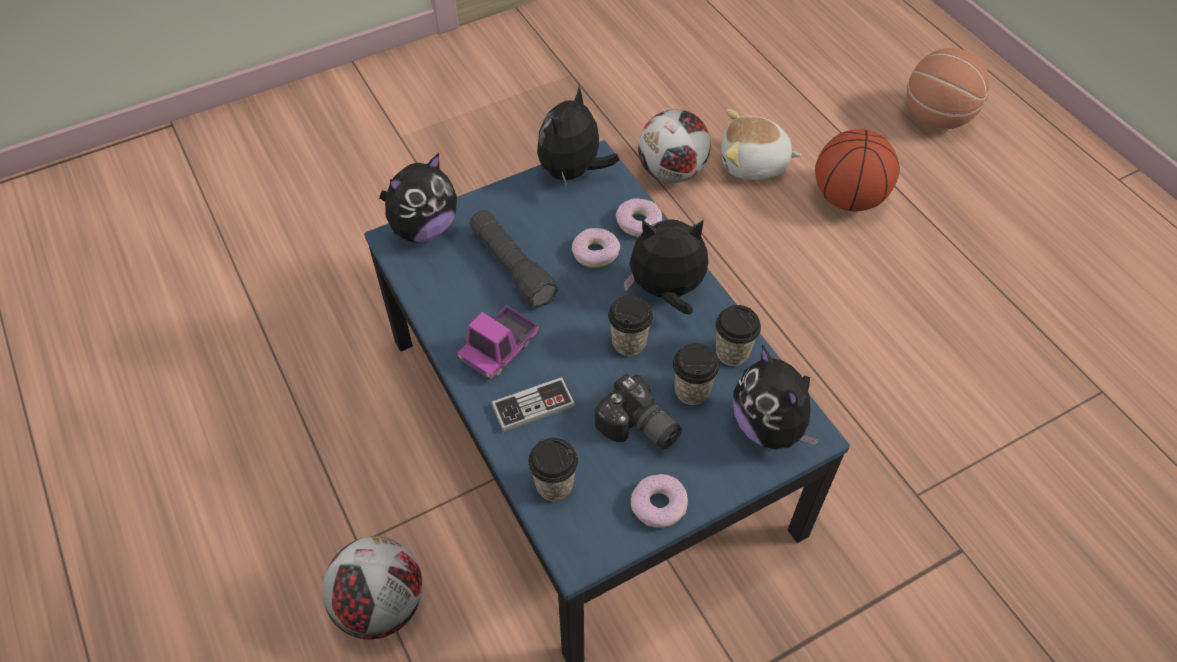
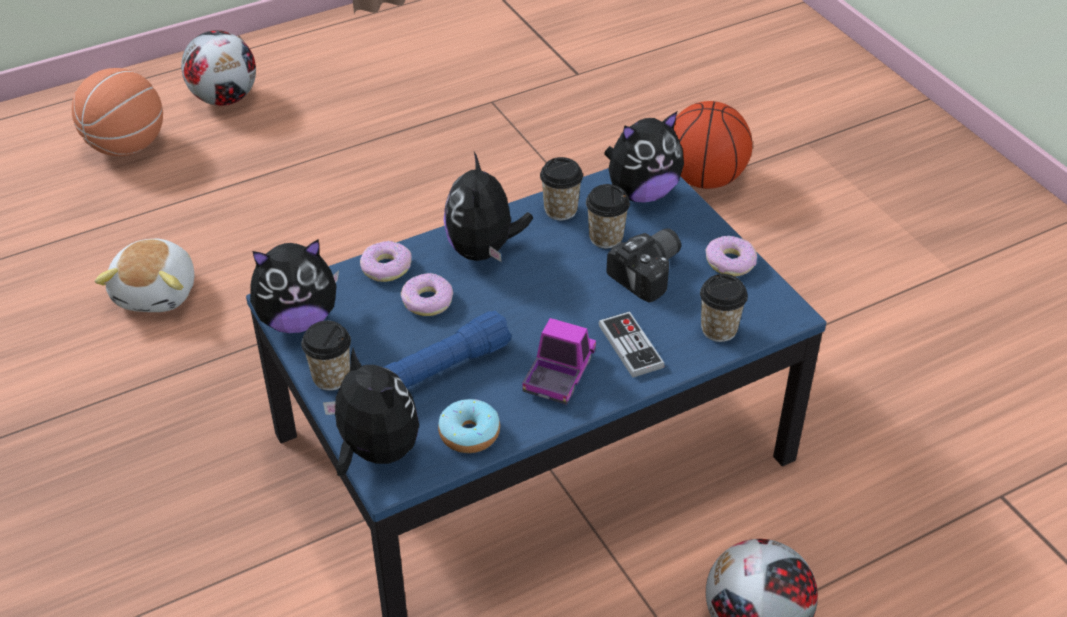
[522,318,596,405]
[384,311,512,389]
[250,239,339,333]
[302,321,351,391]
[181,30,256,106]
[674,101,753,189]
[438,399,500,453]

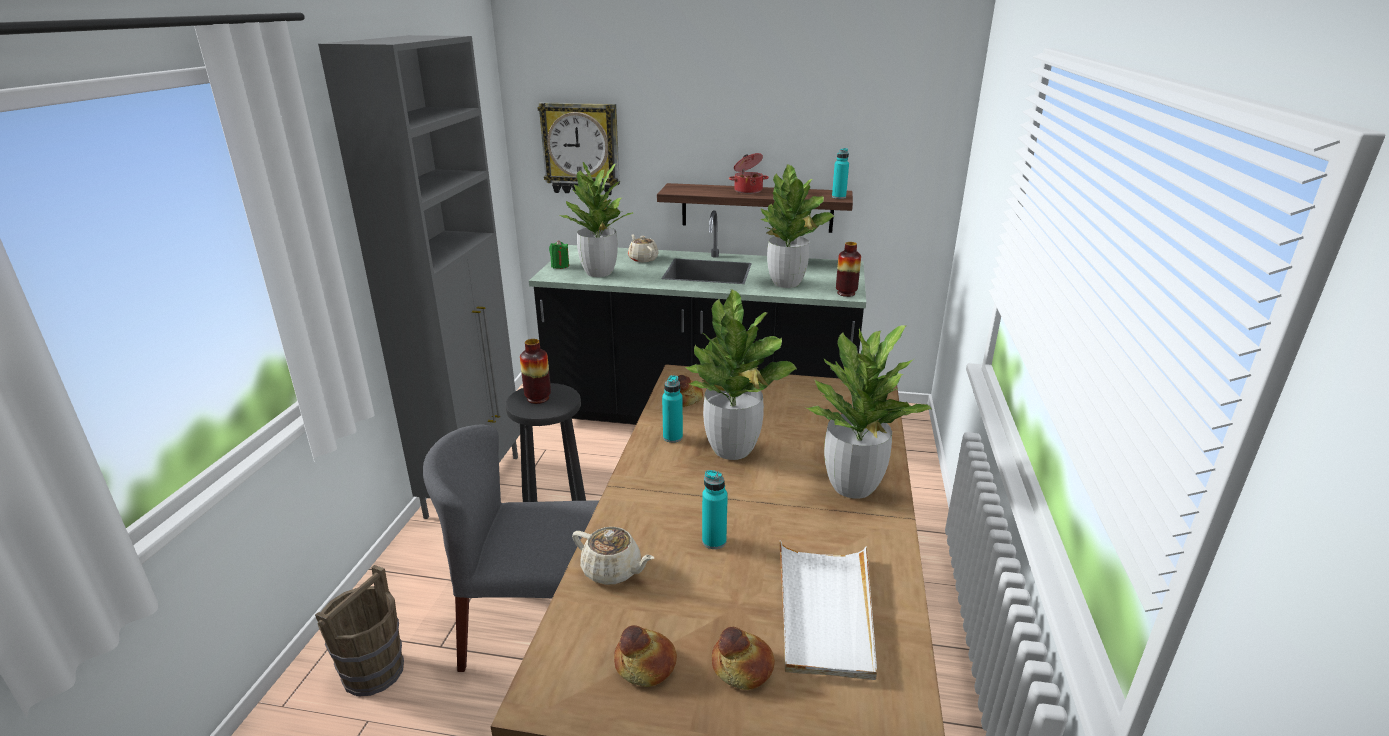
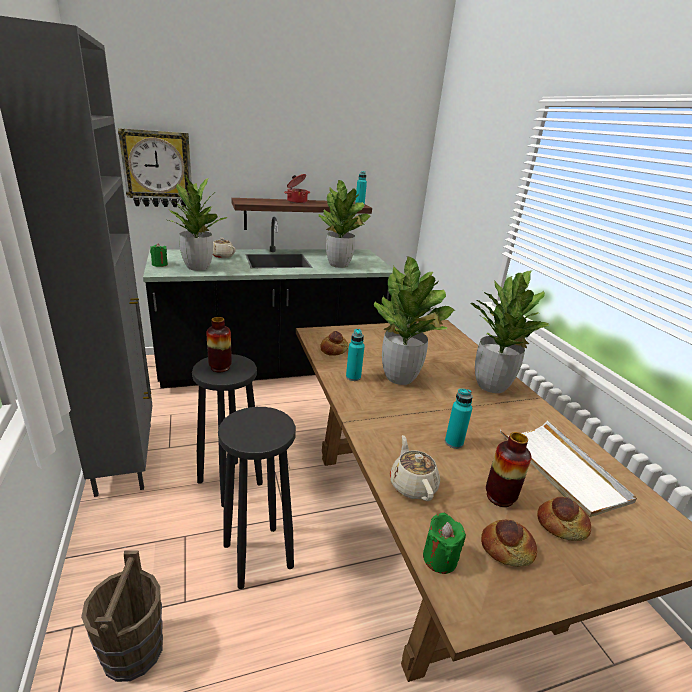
[218,407,296,589]
[390,435,440,501]
[486,432,532,507]
[423,513,466,574]

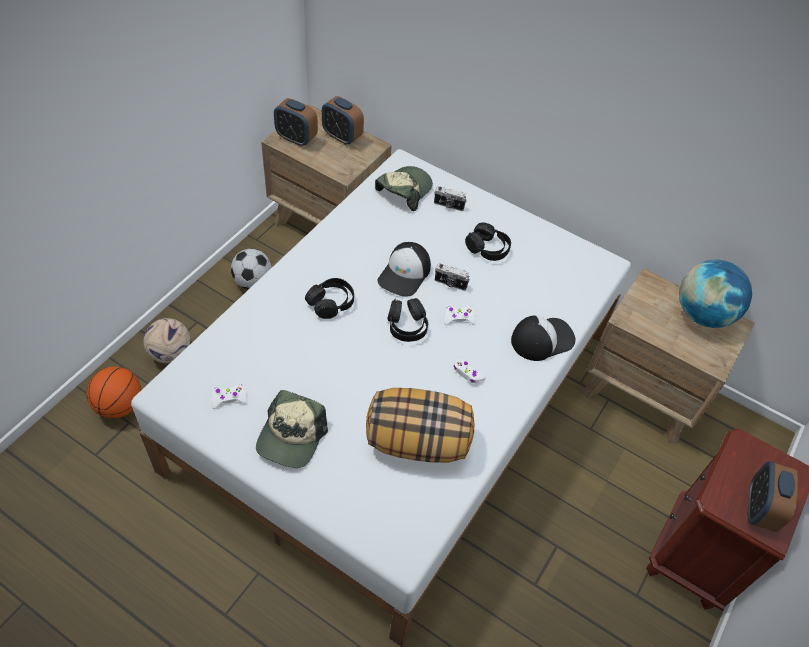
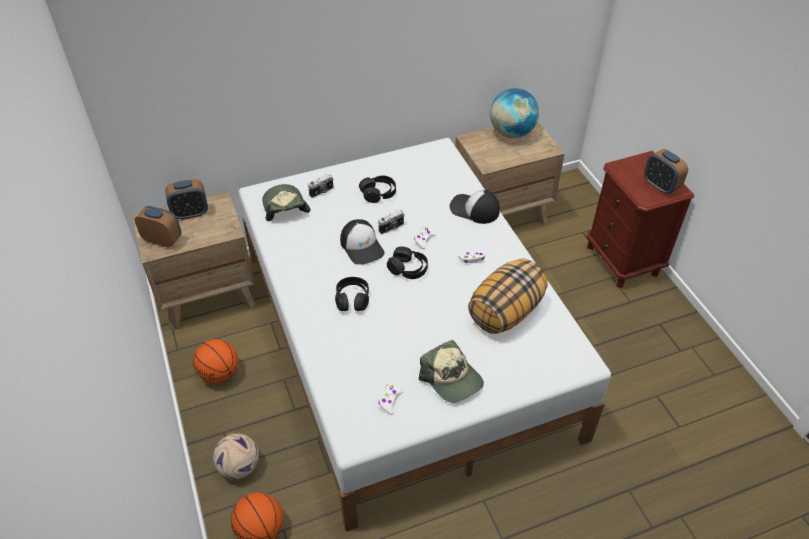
[193,339,238,383]
[135,206,181,248]
[450,190,500,224]

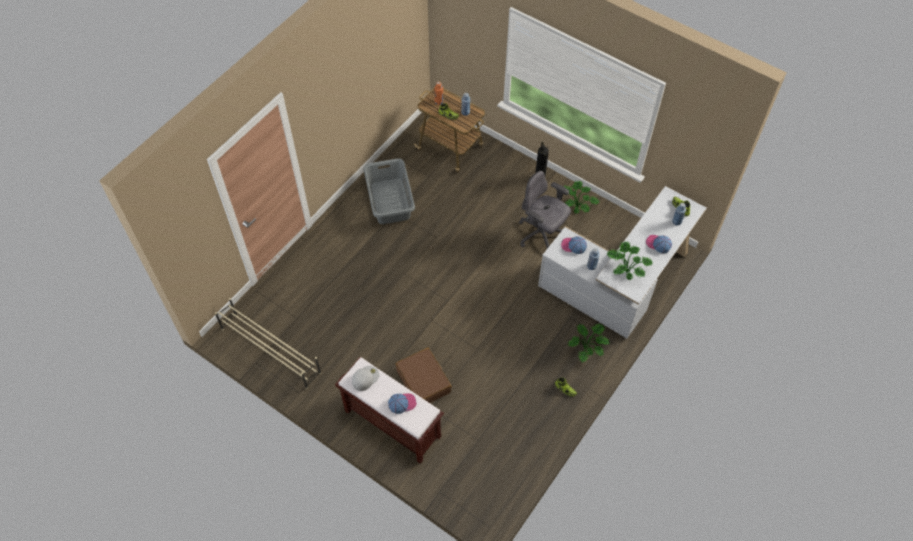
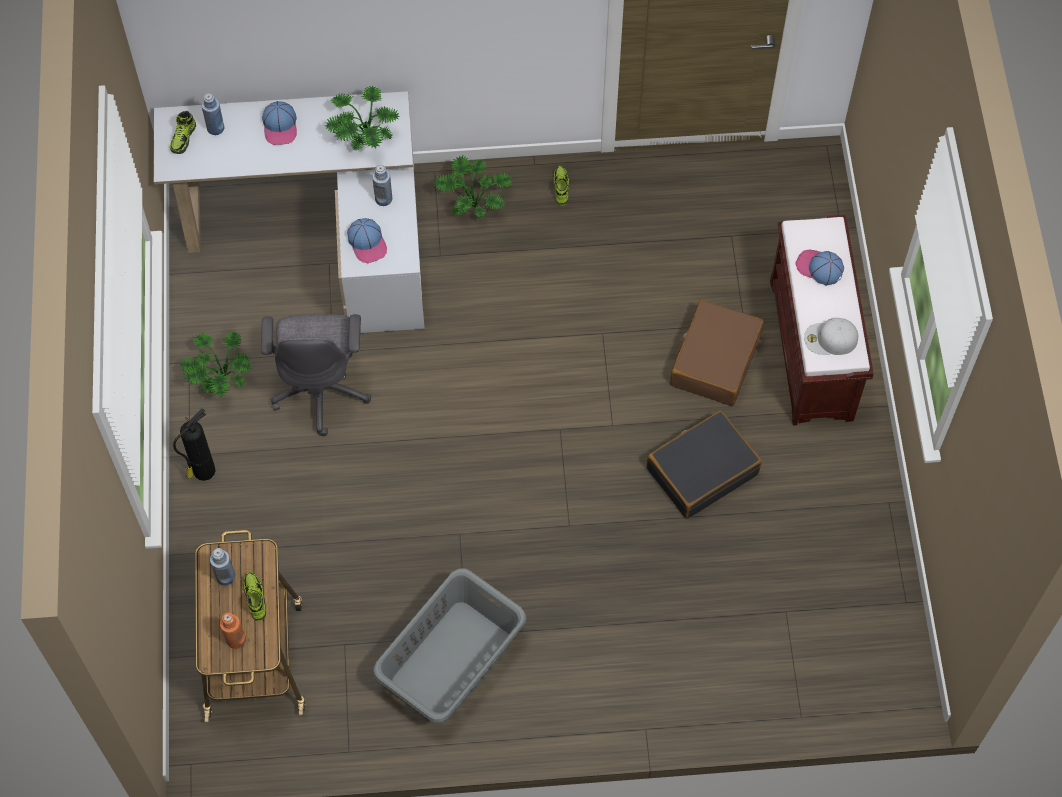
[215,298,321,389] (first image)
[647,410,762,519]

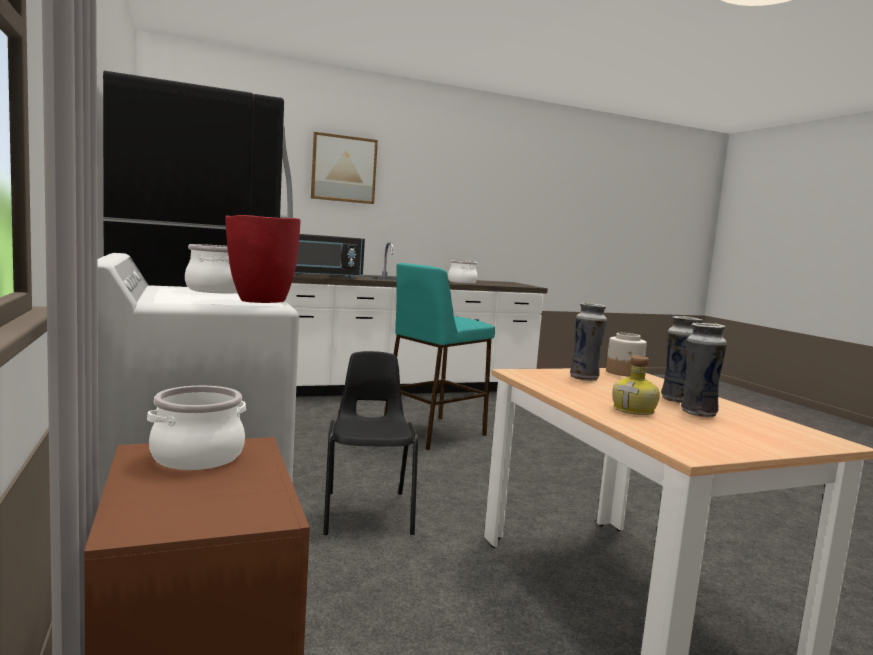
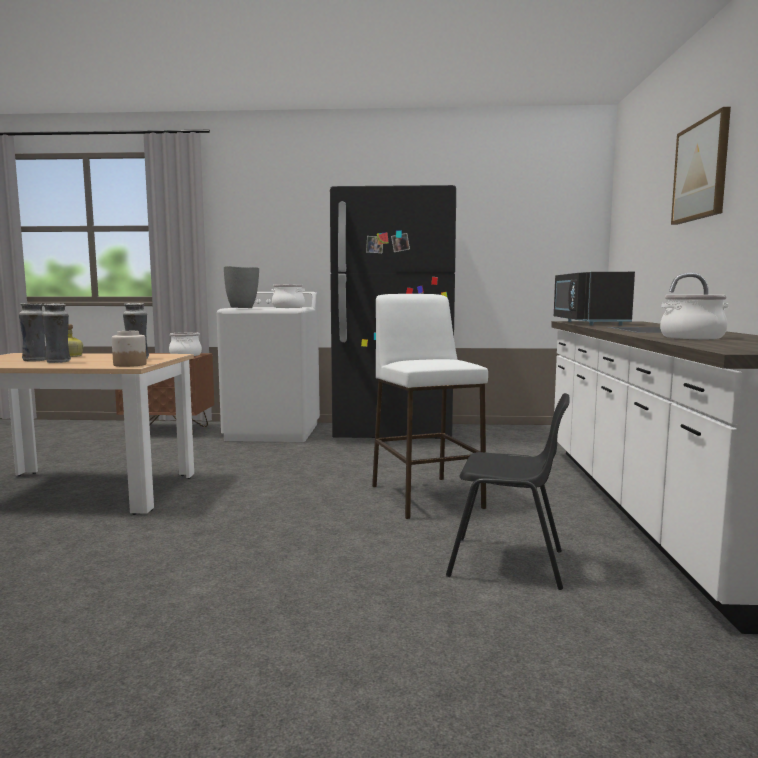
[224,266,259,308]
[446,393,569,590]
[372,294,488,519]

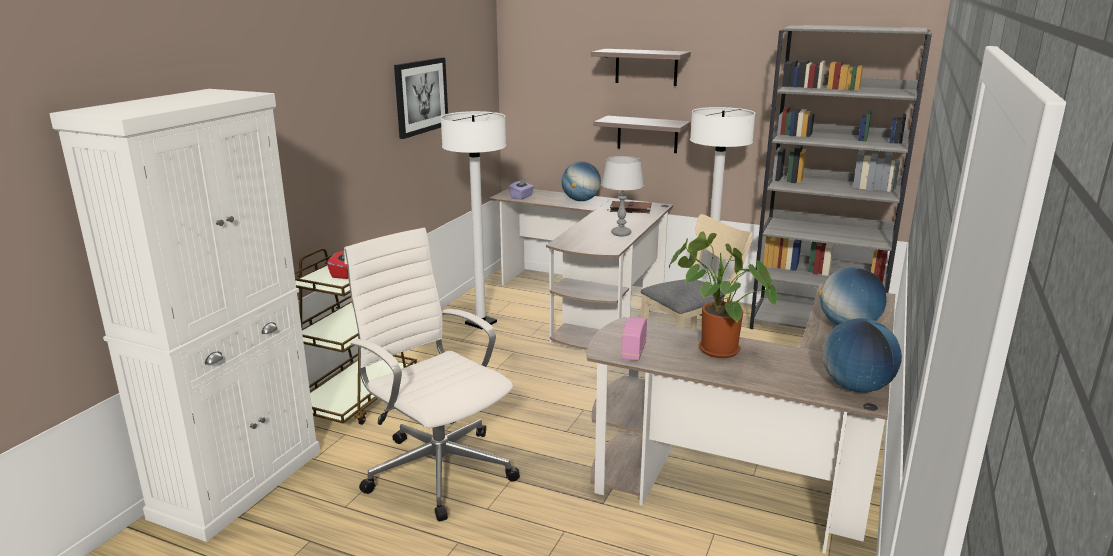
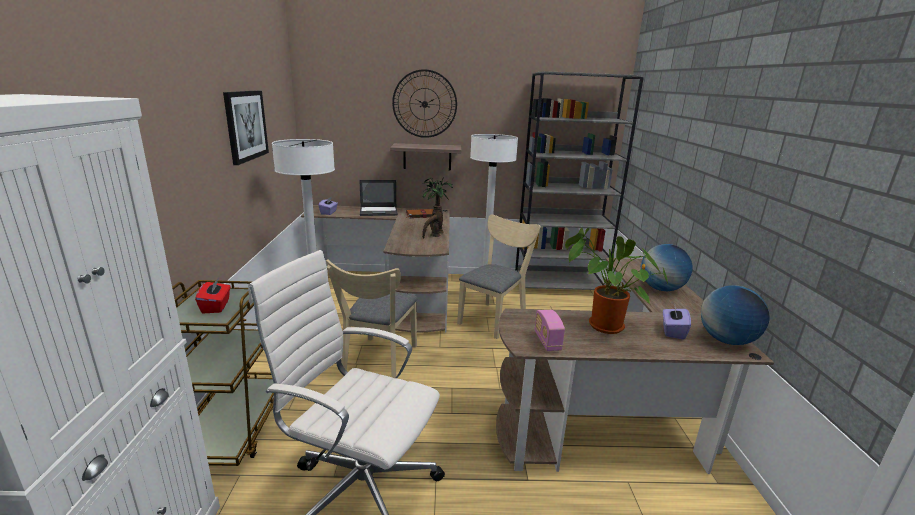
[359,180,398,216]
[392,69,457,138]
[422,175,453,239]
[326,259,418,378]
[663,307,691,340]

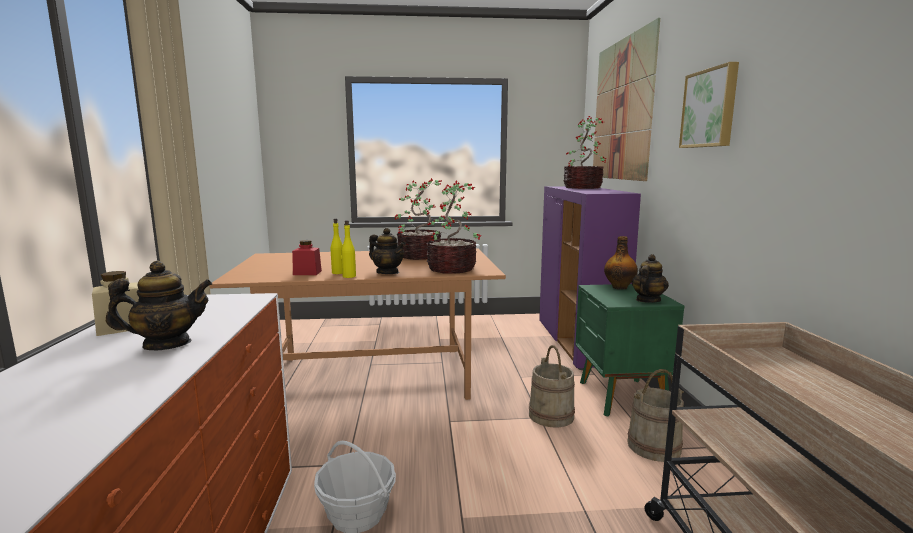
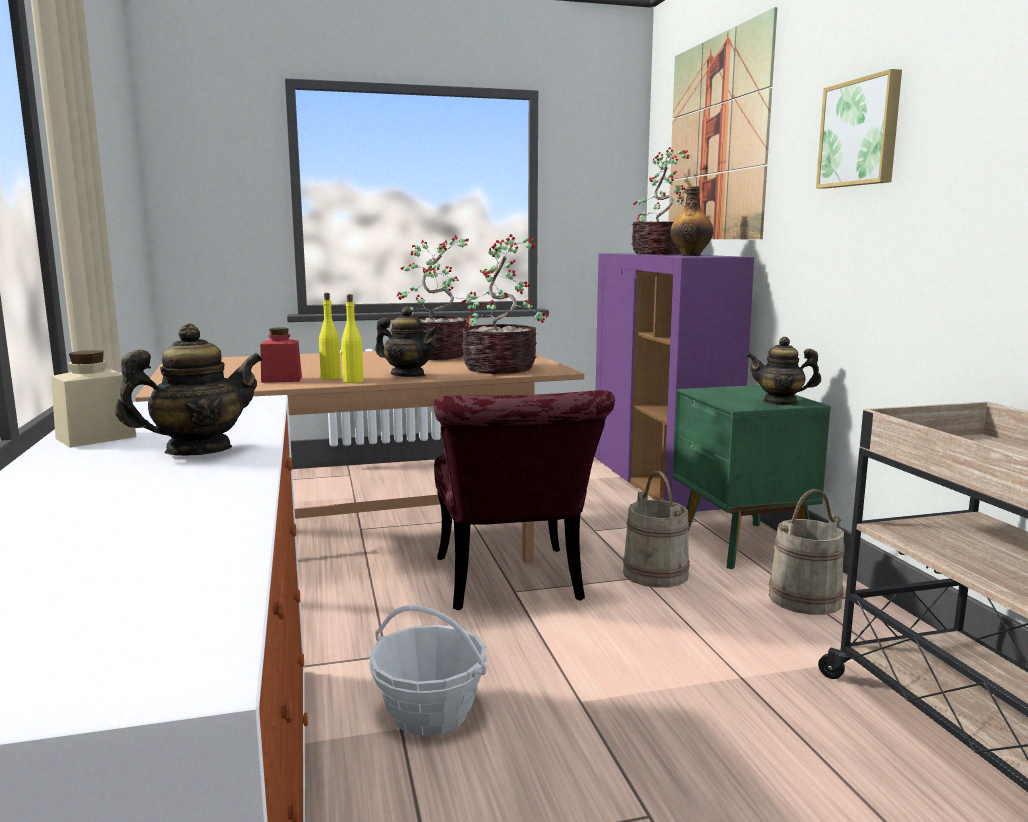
[670,186,713,256]
[746,337,821,406]
[434,390,615,610]

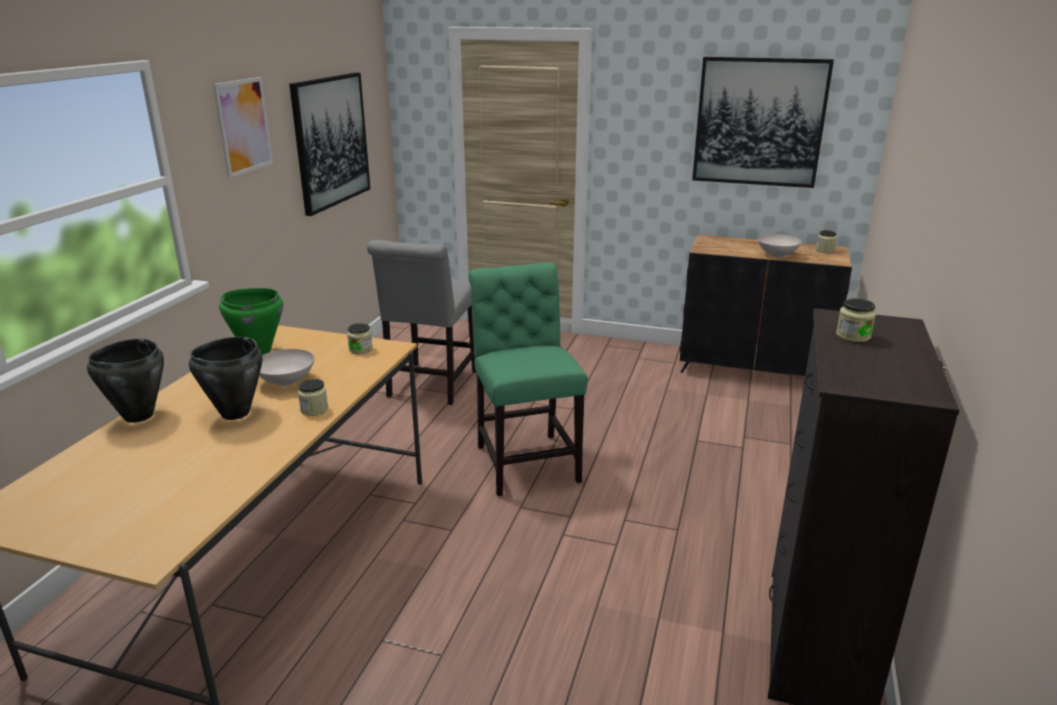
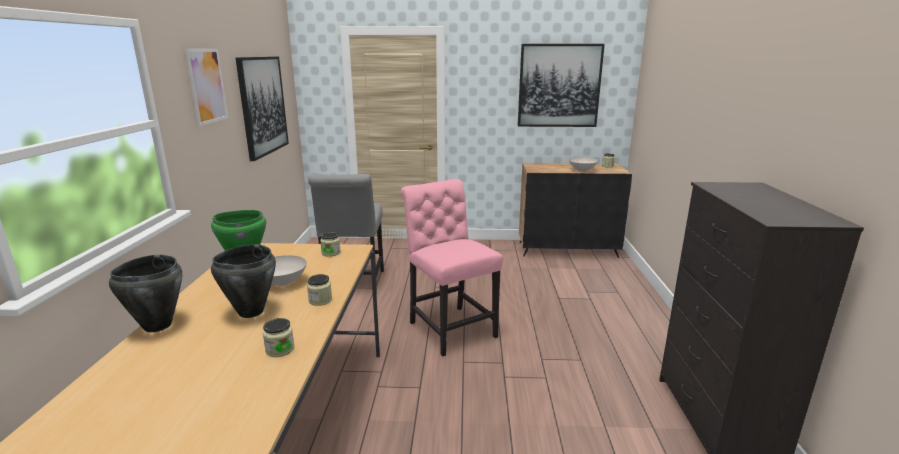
[401,179,503,356]
[263,318,294,357]

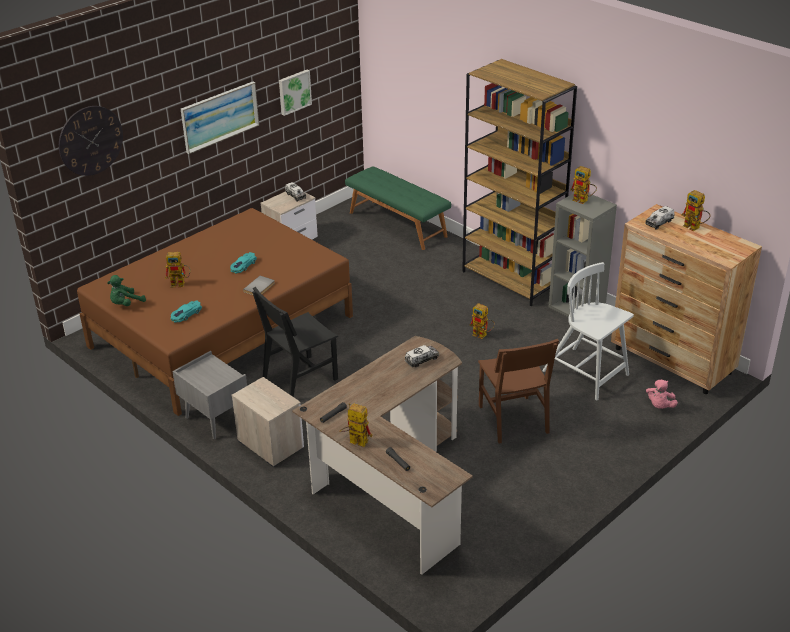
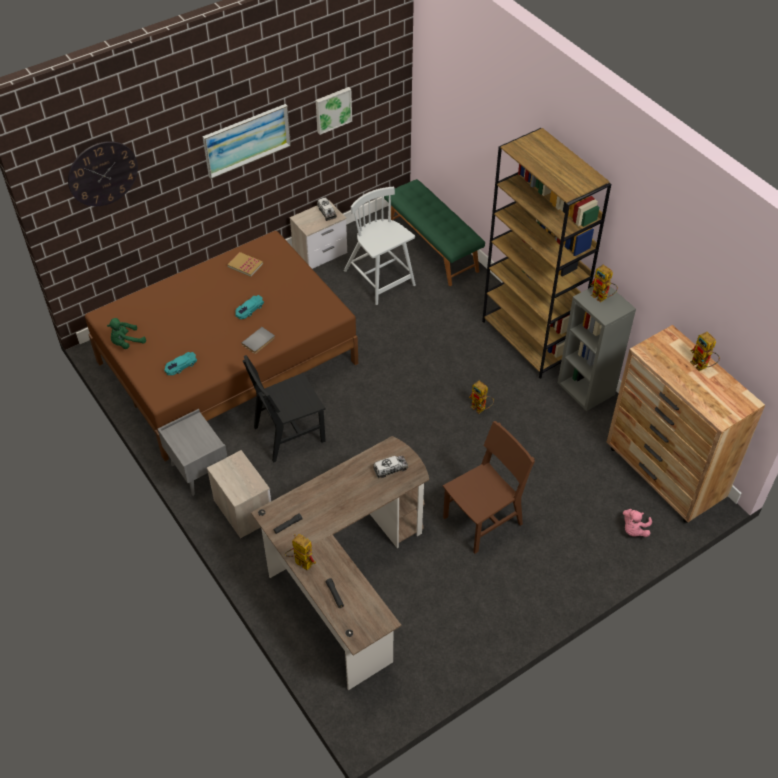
[165,252,191,287] (first image)
[443,421,535,554]
[344,187,416,305]
[645,206,675,229] (first image)
[228,252,263,277]

